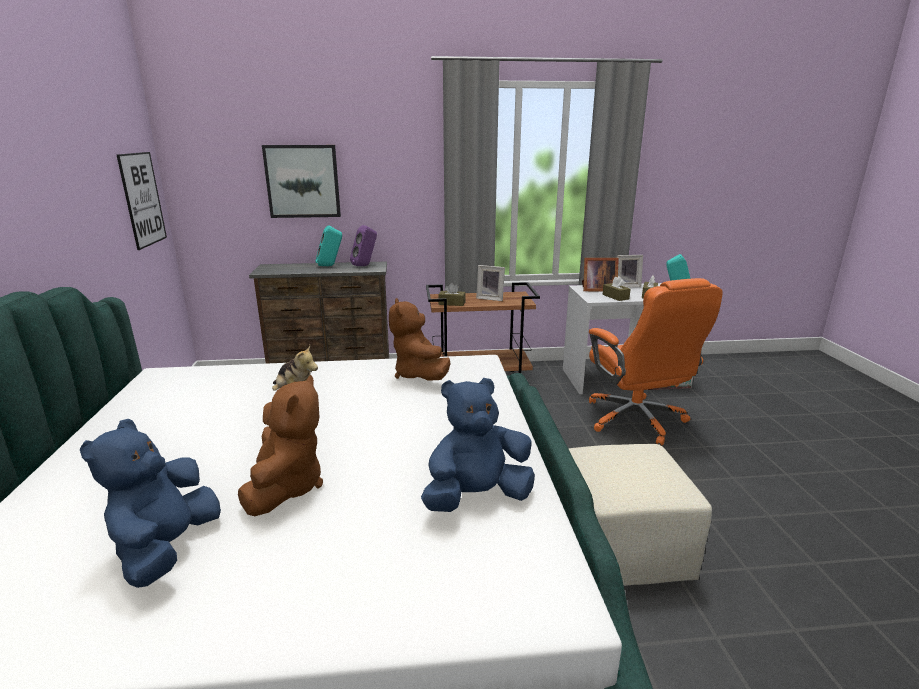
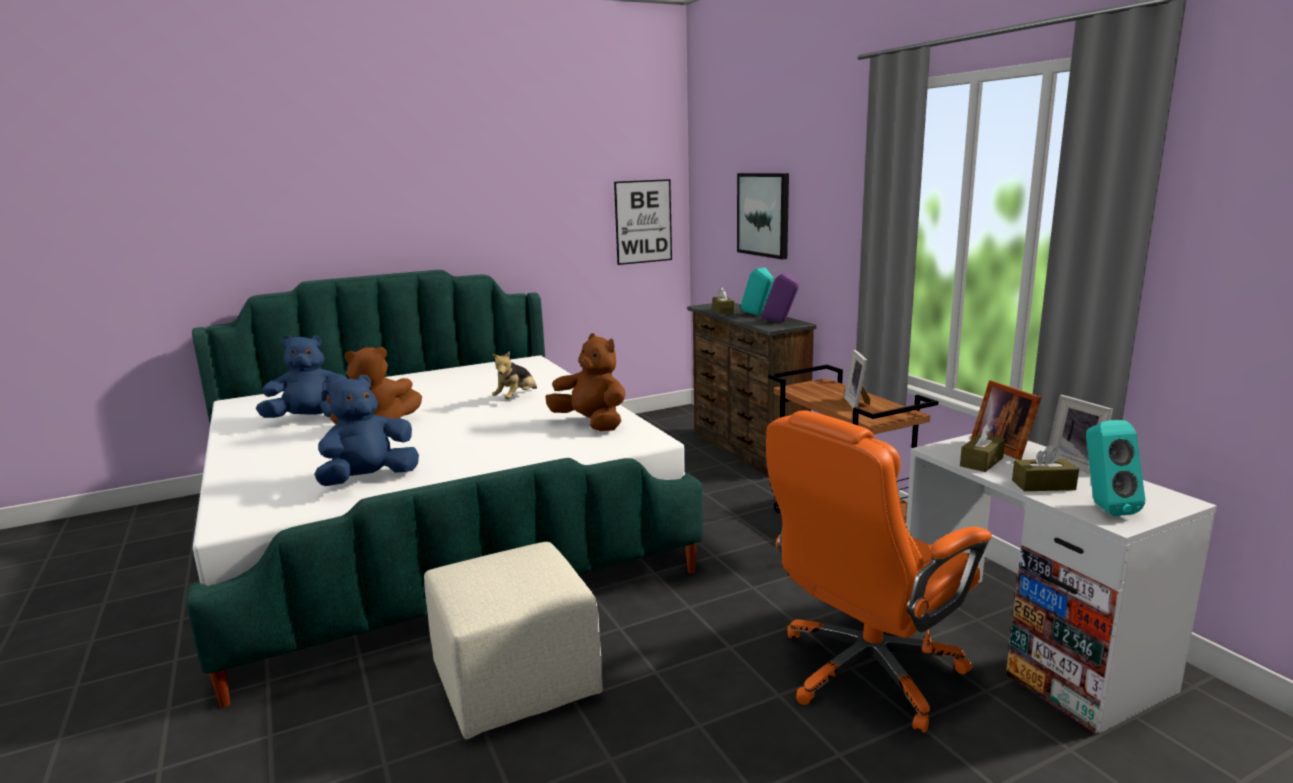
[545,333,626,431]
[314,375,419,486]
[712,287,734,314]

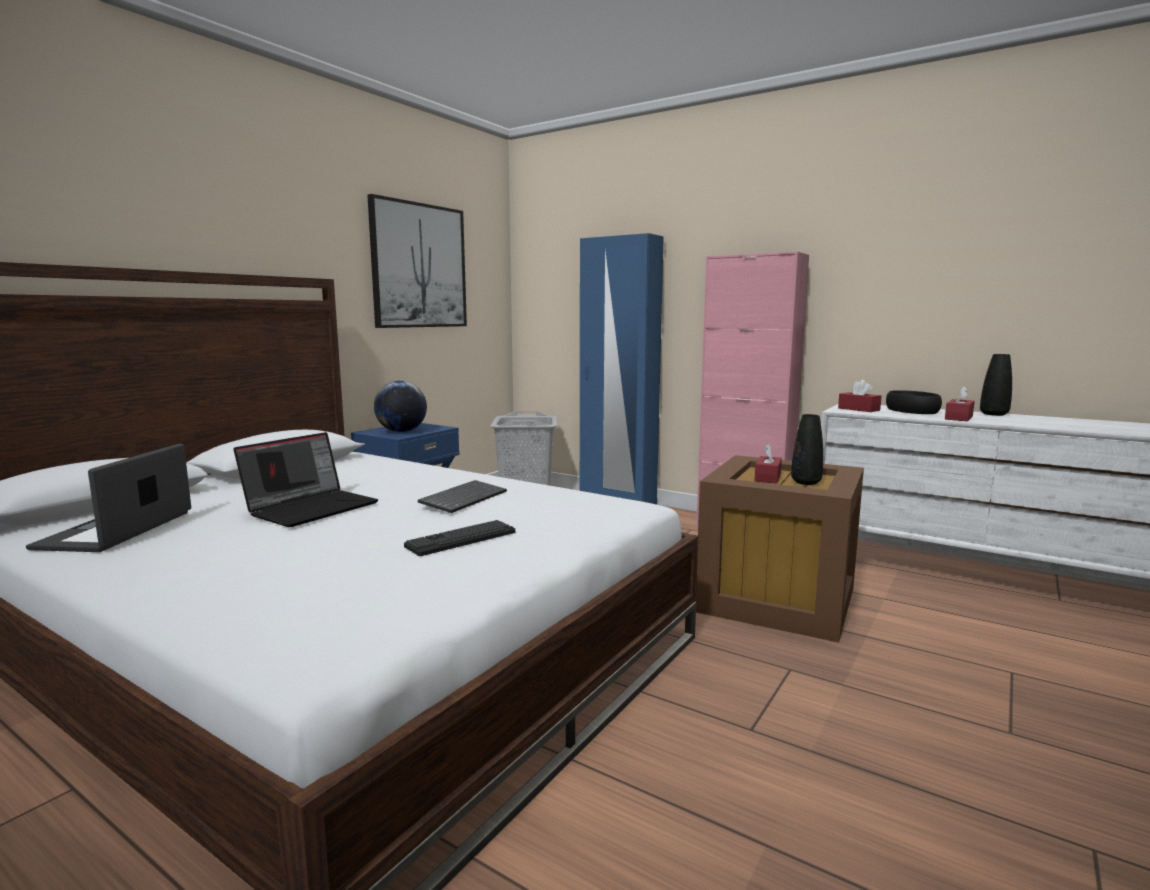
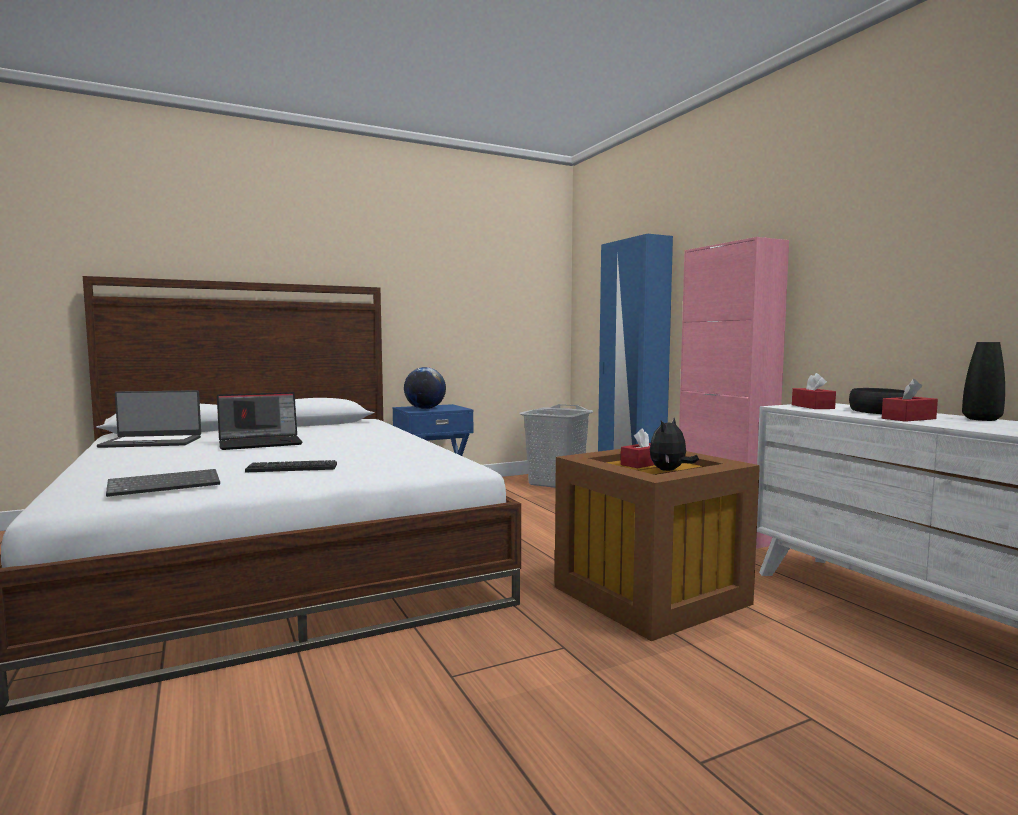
[97,390,201,448]
[367,194,467,328] (first image)
[106,469,220,497]
[650,418,699,471]

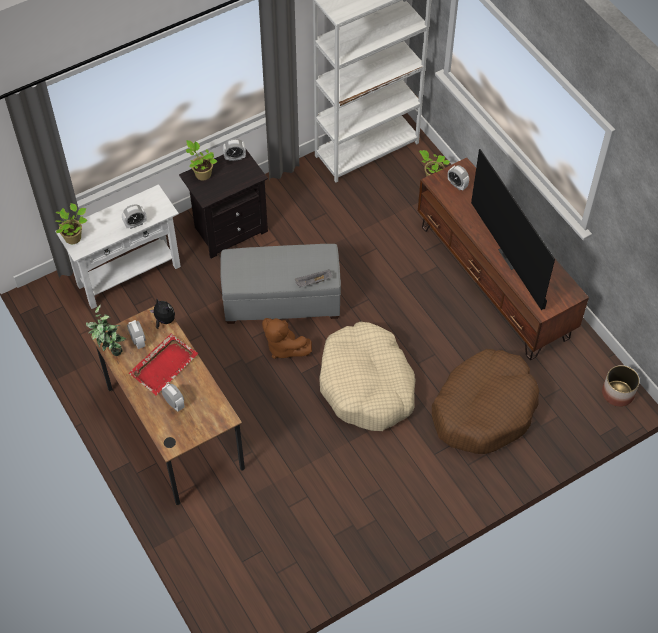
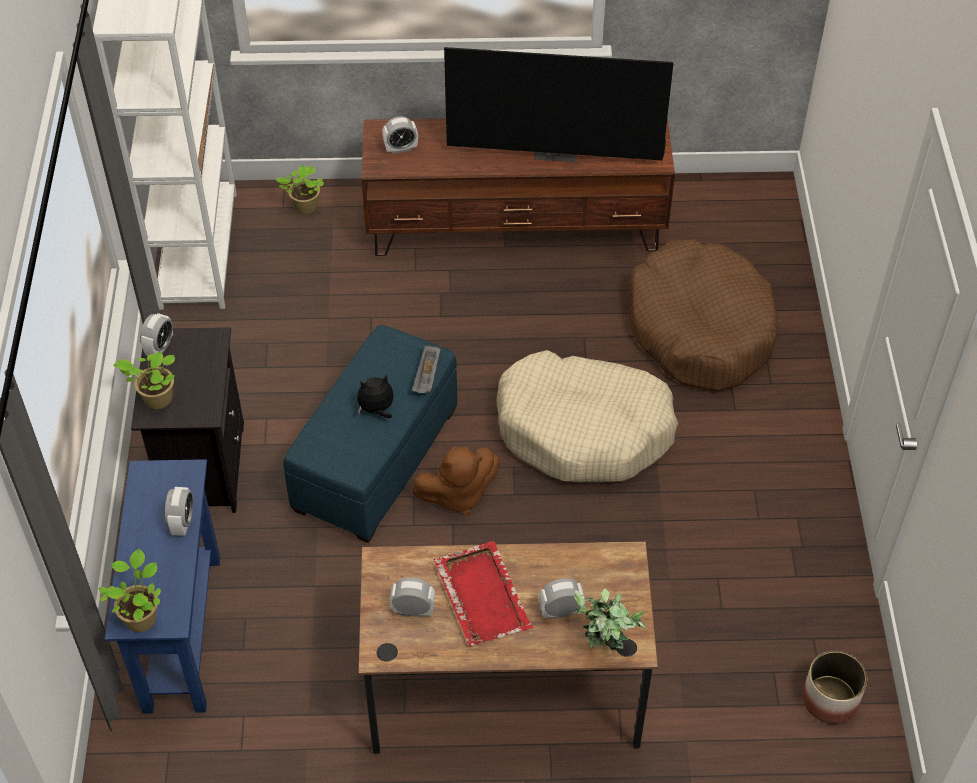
[105,459,220,714]
[574,588,646,650]
[357,375,394,418]
[284,325,457,543]
[802,651,867,724]

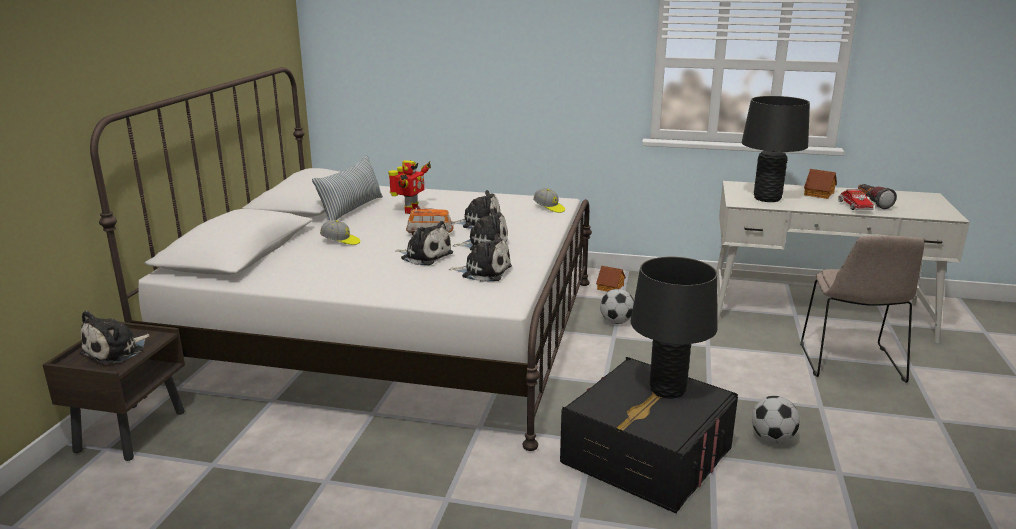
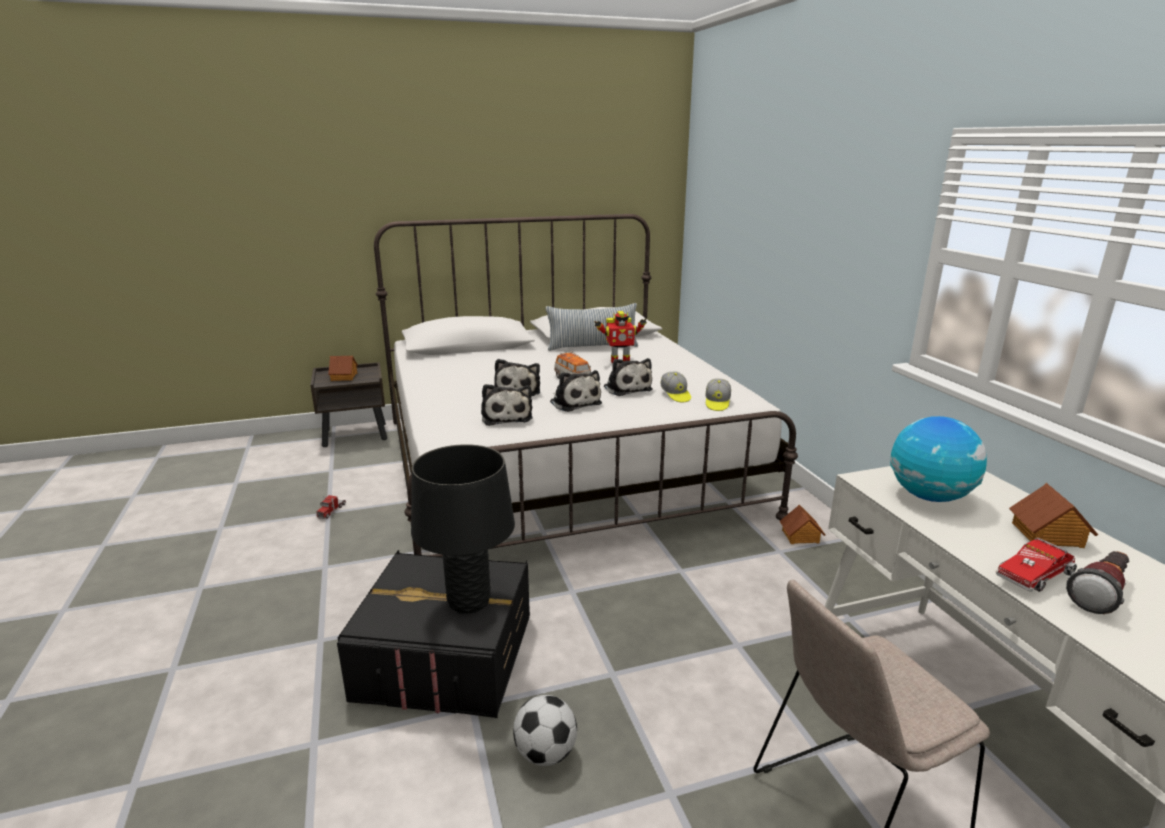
[328,356,358,381]
[660,371,691,402]
[600,289,634,324] (first image)
[890,416,987,502]
[317,495,346,519]

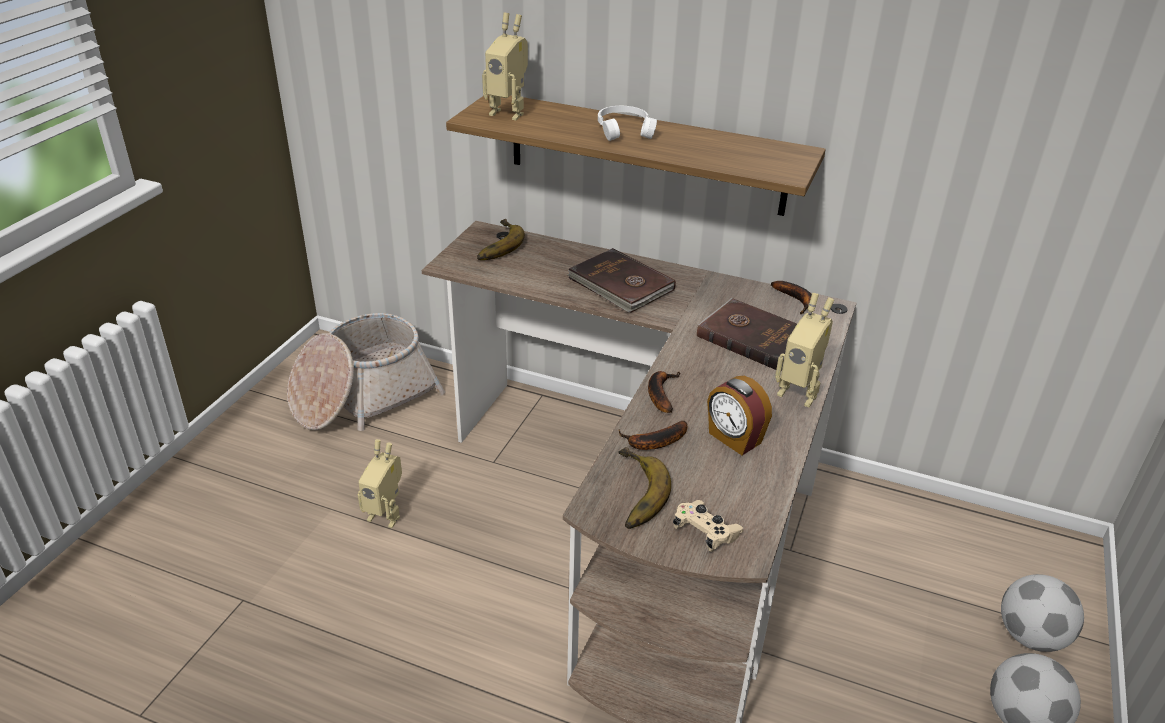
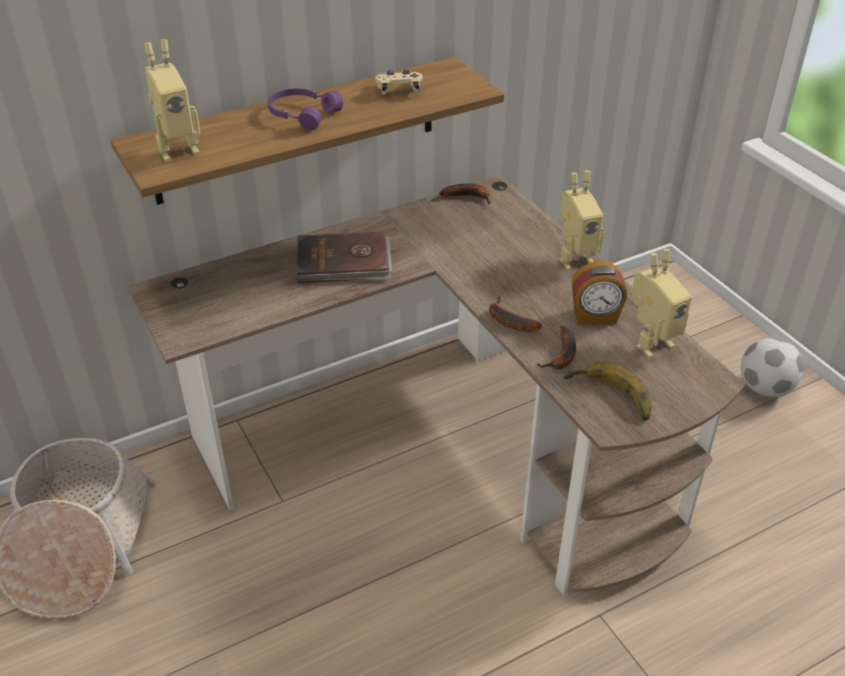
[631,249,692,358]
[477,219,525,260] (first image)
[268,88,343,130]
[375,69,423,95]
[697,298,797,371] (first image)
[1001,574,1084,652] (first image)

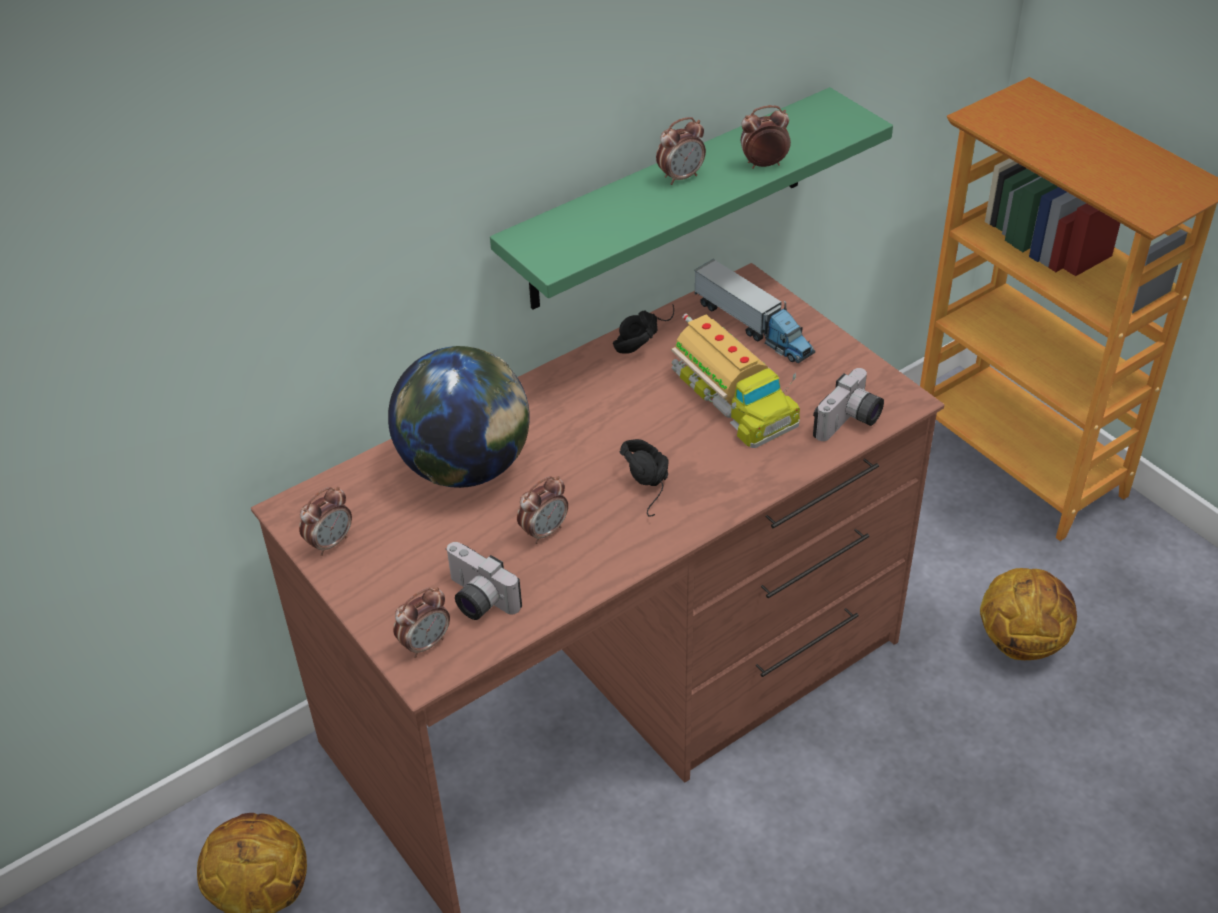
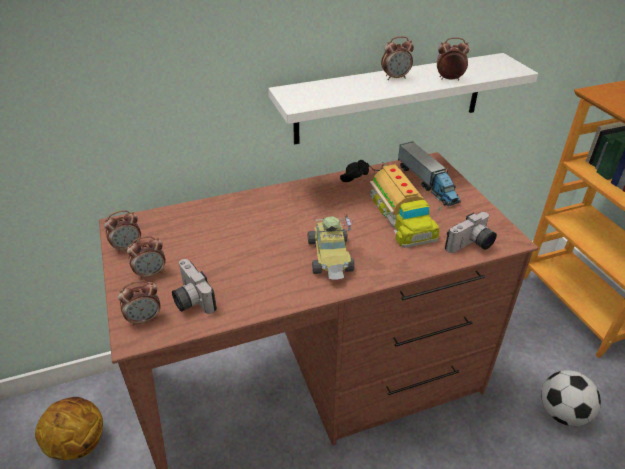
[388,346,530,488] (first image)
[268,53,538,144]
[127,236,166,280]
[308,214,354,280]
[541,370,601,426]

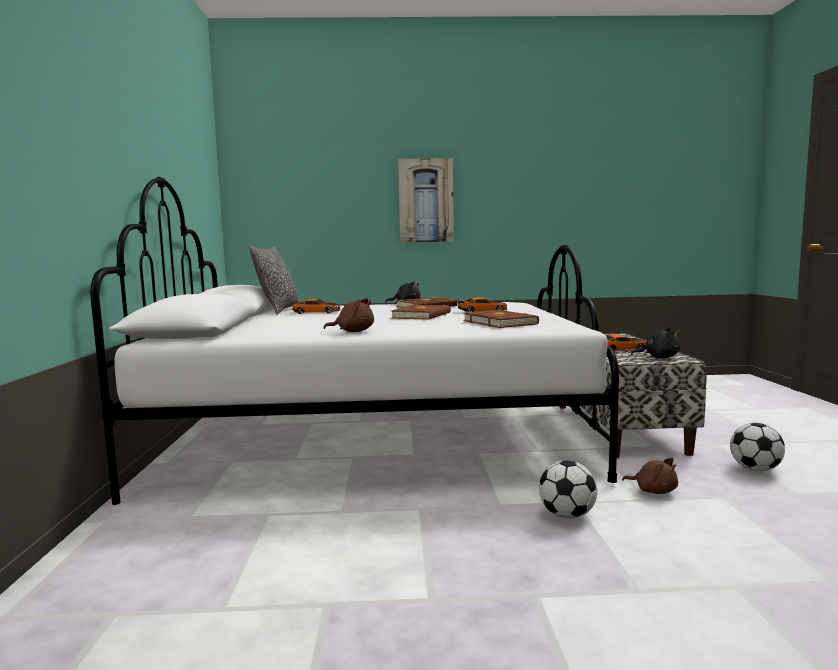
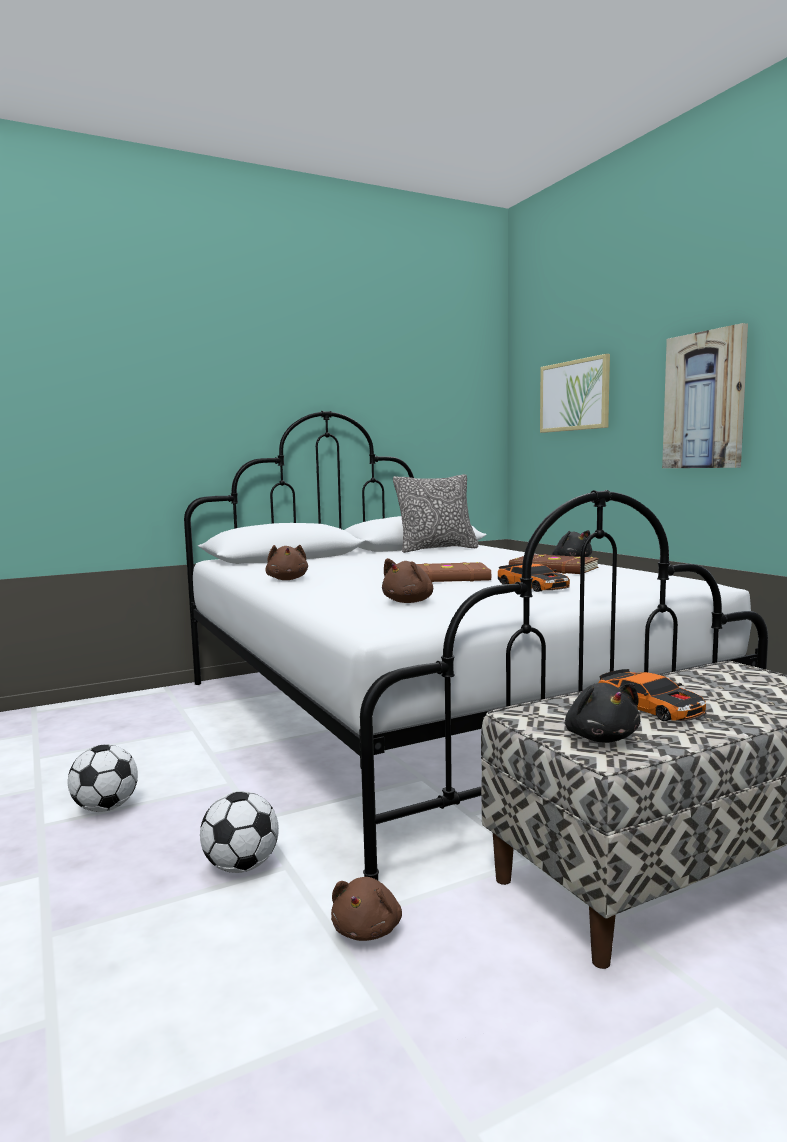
[292,299,341,314] (first image)
[382,558,433,603]
[68,745,138,812]
[540,354,610,433]

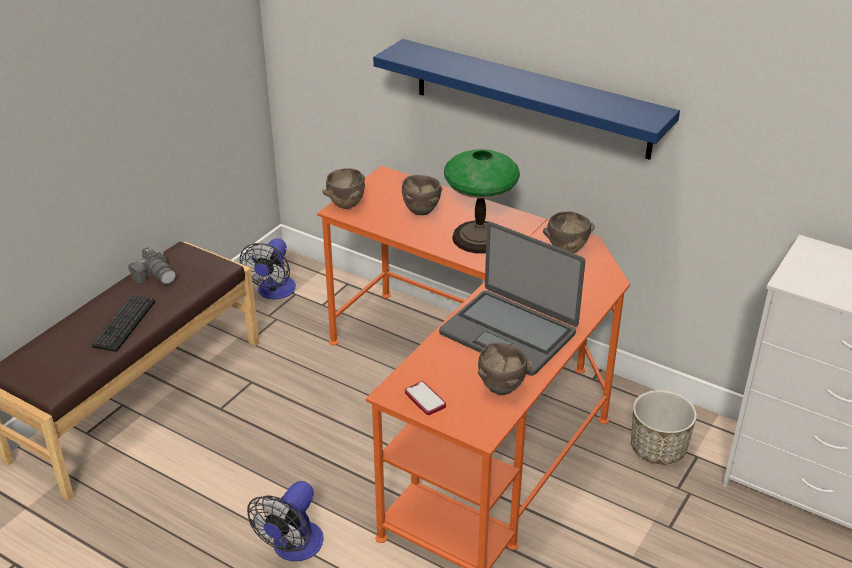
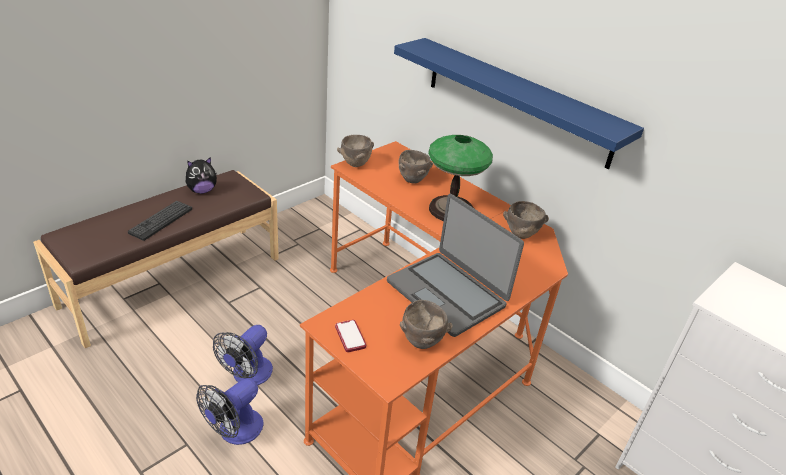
[186,157,217,194]
[213,325,273,385]
[631,390,697,464] (first image)

